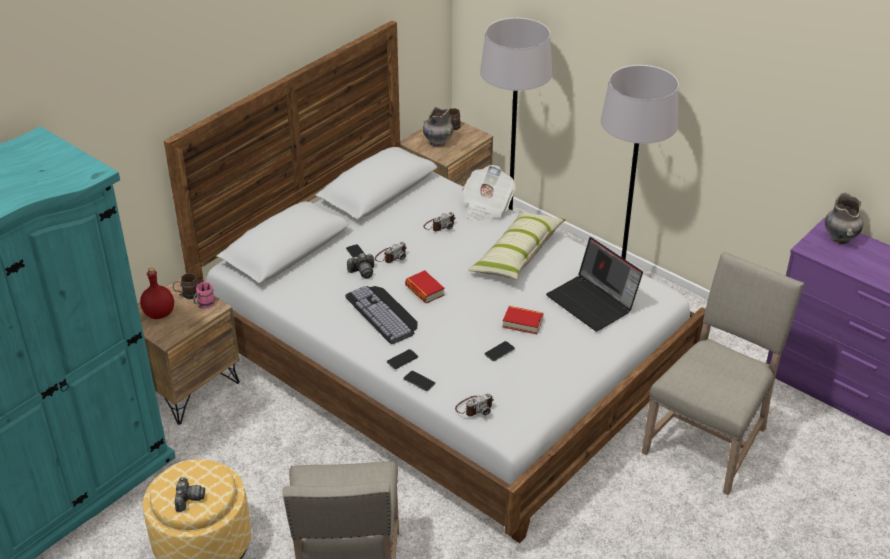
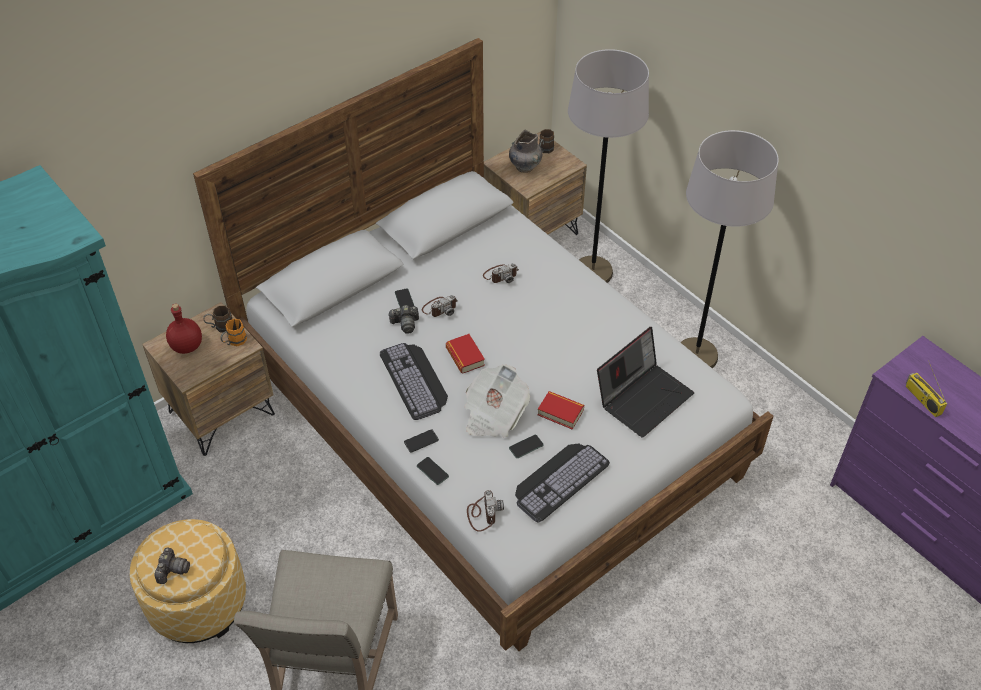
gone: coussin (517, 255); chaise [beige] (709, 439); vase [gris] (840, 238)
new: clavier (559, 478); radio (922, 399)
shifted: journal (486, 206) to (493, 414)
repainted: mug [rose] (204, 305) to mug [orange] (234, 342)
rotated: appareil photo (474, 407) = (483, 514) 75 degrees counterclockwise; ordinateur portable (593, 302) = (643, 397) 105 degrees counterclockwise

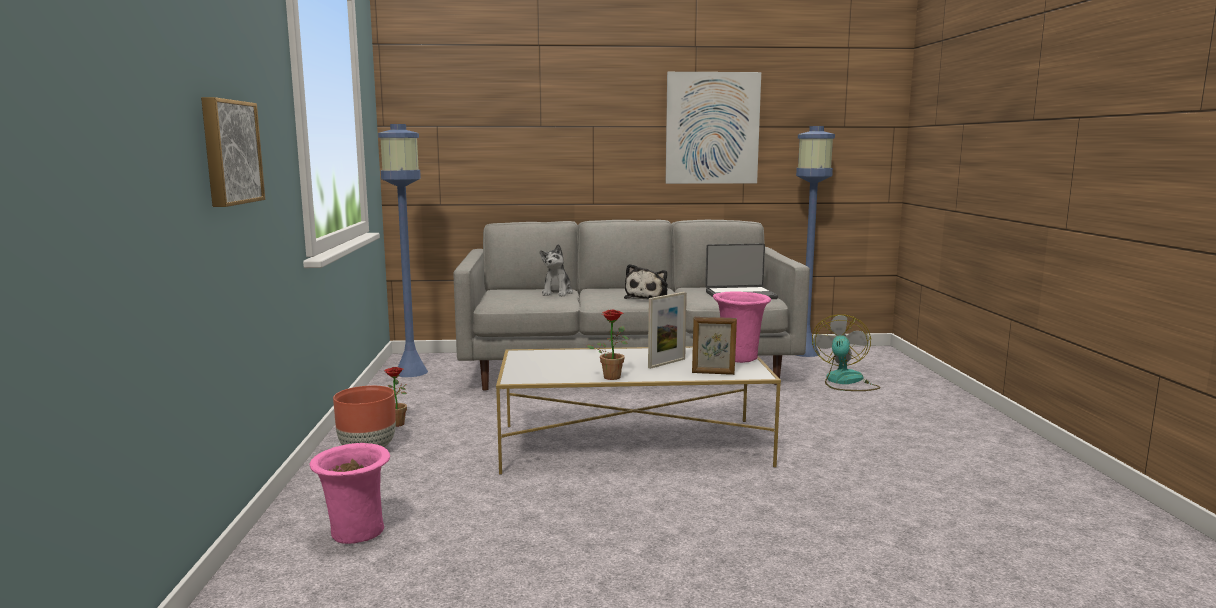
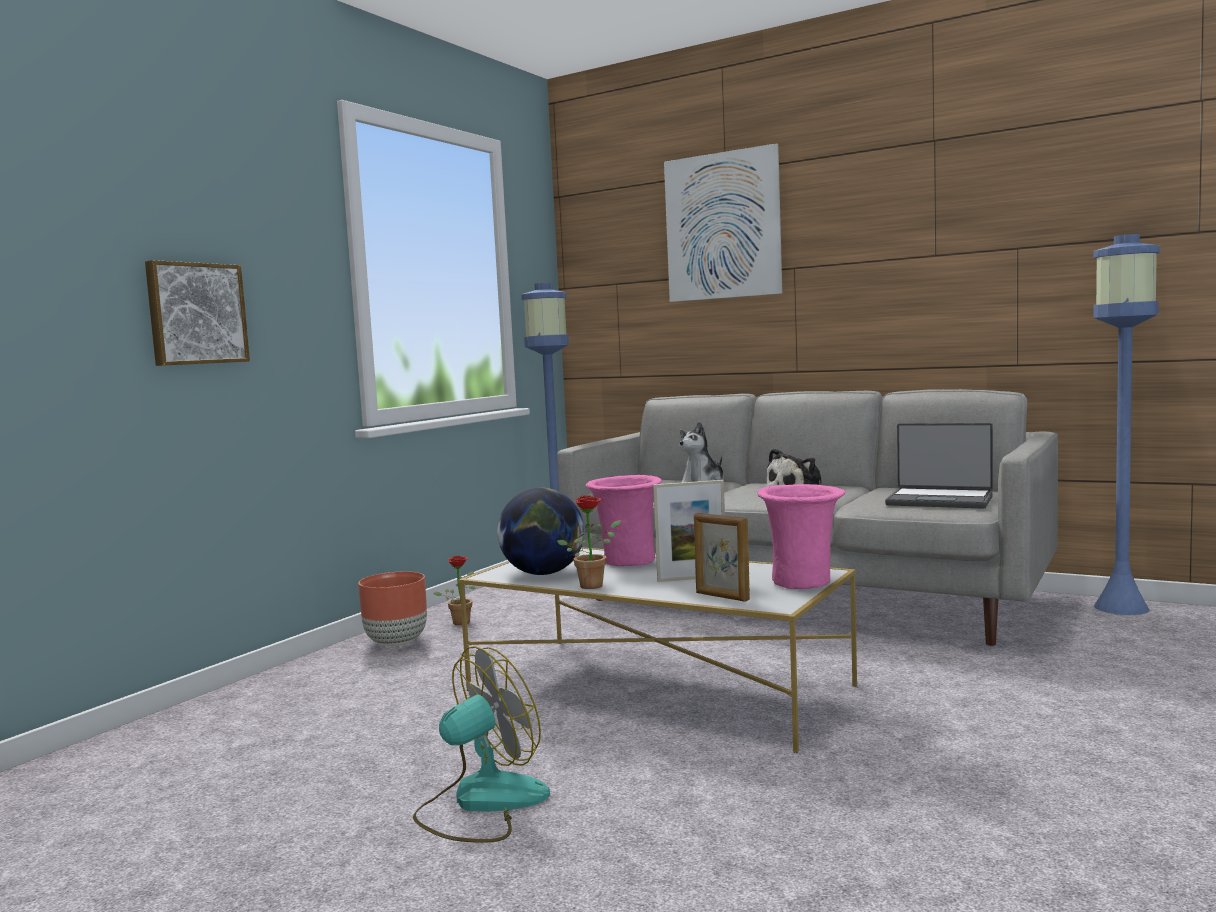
new: globe (543, 573)
shifted: vase [rose] (356, 534) to (627, 562); tableau (712, 128) to (722, 226); ventilateur (845, 382) to (481, 804)

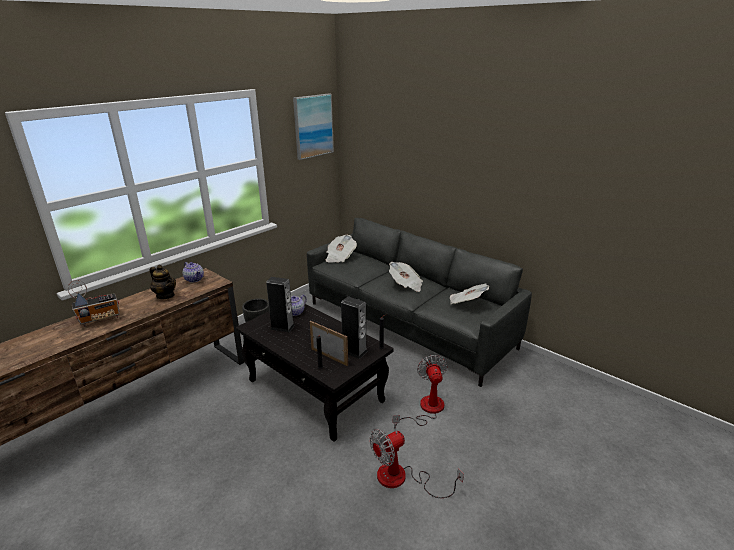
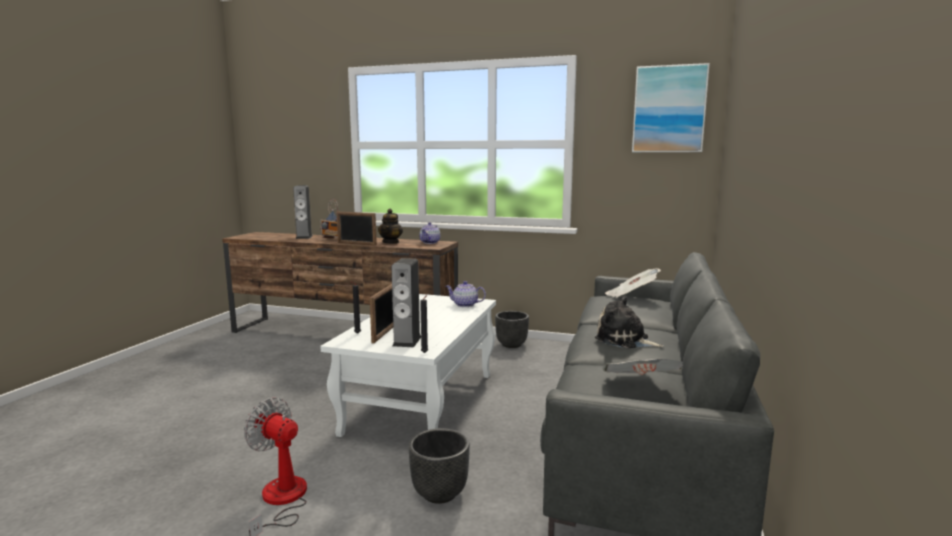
new: cadre photo (356, 244)
shifted: enceinte (282, 327) to (304, 237)
swapped: journal (406, 285) to peluche (624, 340); ventilateur (426, 409) to cache-pot [noir] (439, 493)
repainted: table basse [noir] (316, 391) to table basse [blanc] (421, 403)

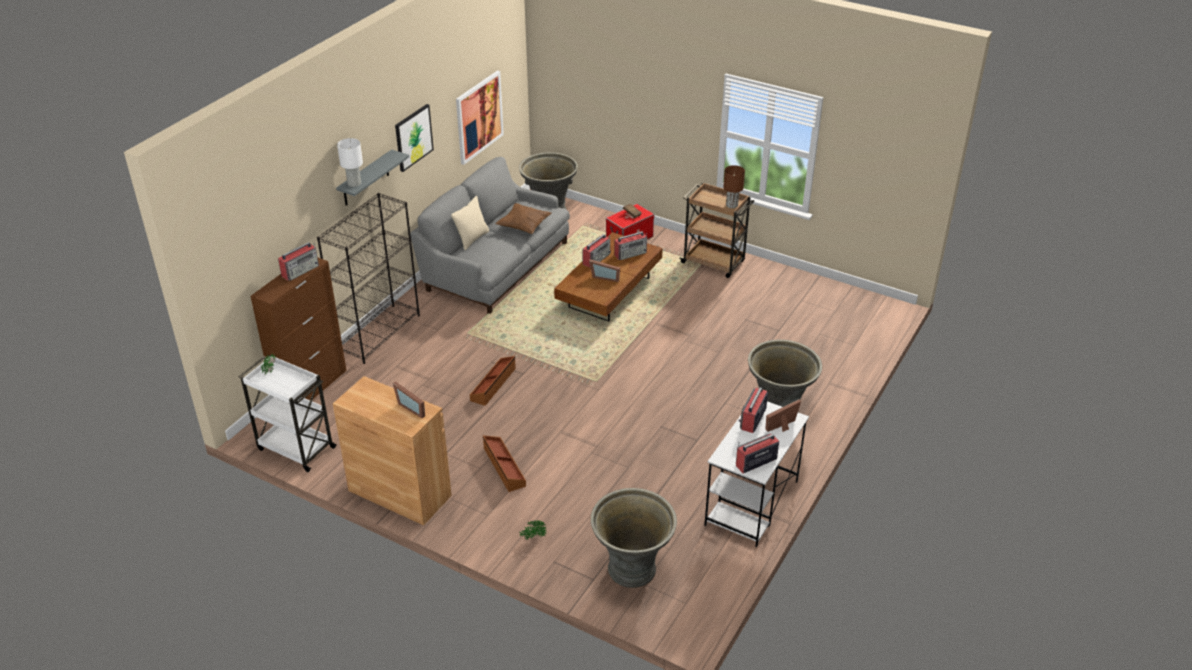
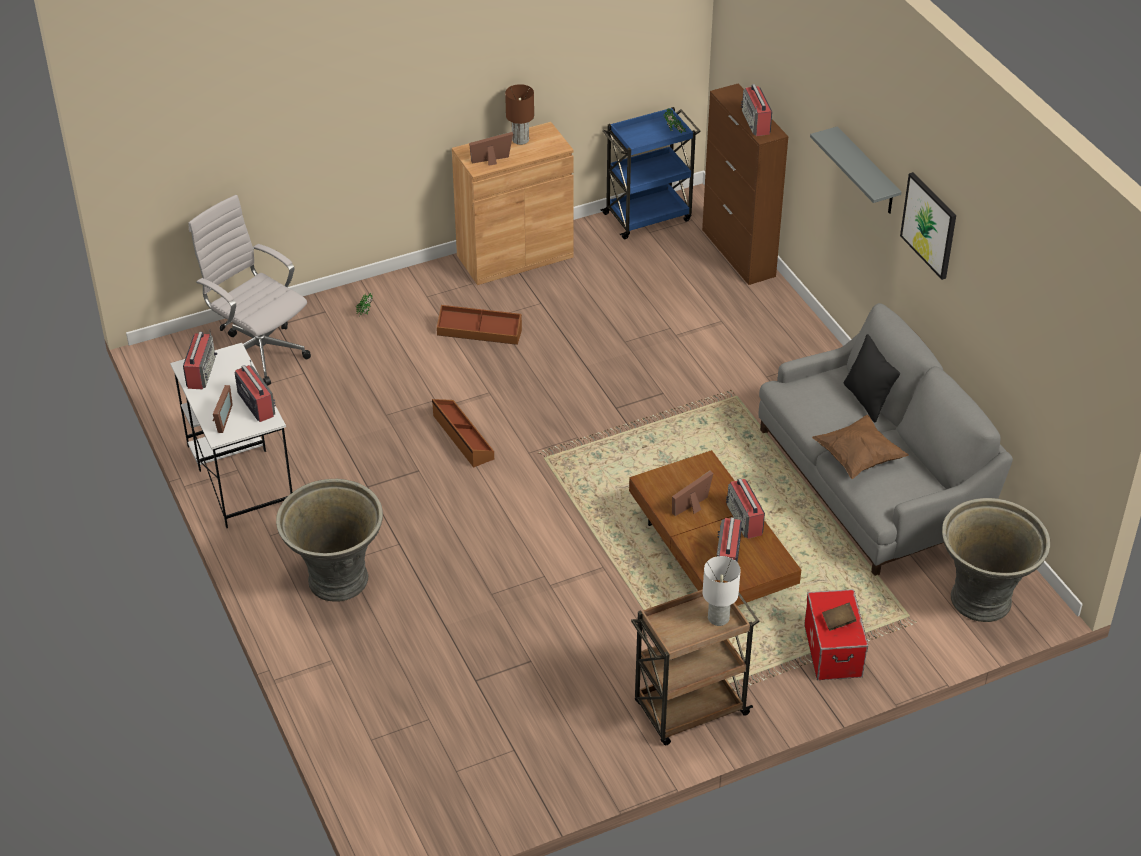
gone: bibliothèque [noir] (379, 333); tableau (479, 117)
shifted: lampe de table [blanc] (354, 183) to (718, 617); boîte de rangement [marron] (494, 384) to (462, 437); lampe de table [marron] (731, 205) to (520, 139)
swapped: cache-pot [gris] (632, 570) to chaise de bureau [blanc] (259, 352)
repainted: chariot [blanc] (295, 448) to chariot [bleu] (648, 216); coussin [beige] (472, 239) to coussin [noir] (867, 400)

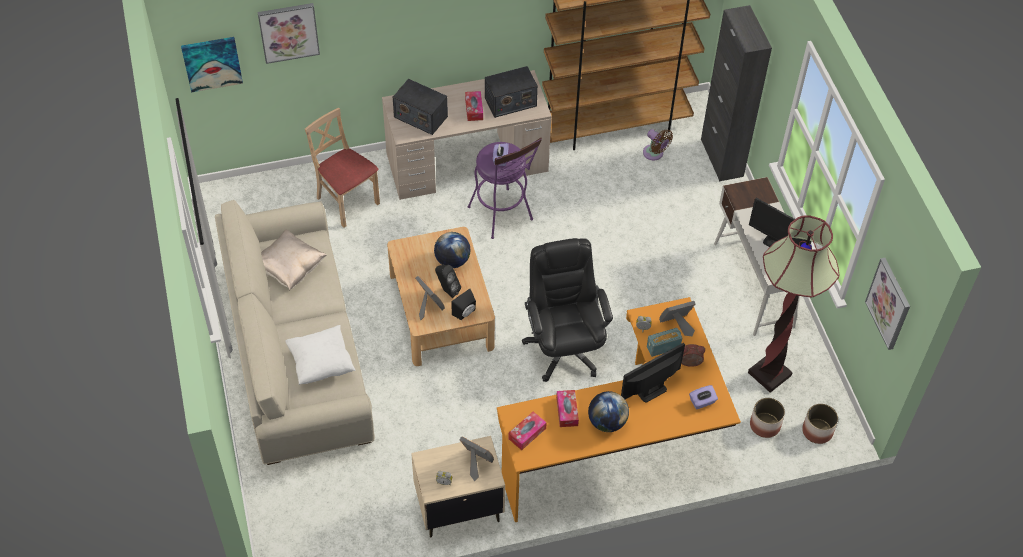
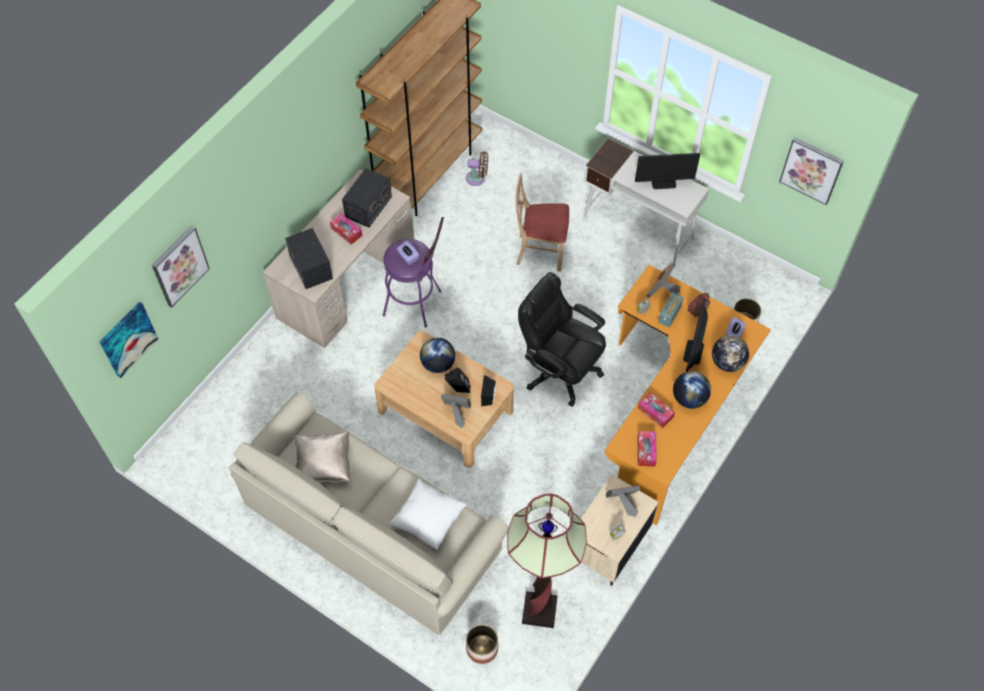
gone: meuble de rangement [noir] (722, 158)
new: globe (727, 362)
shifted: chaise [beige] (347, 201) to (540, 251); lampadaire (769, 374) to (539, 610); cache-pot (817, 431) to (481, 648)
rotated: radio (420, 116) = (310, 266) 75 degrees clockwise

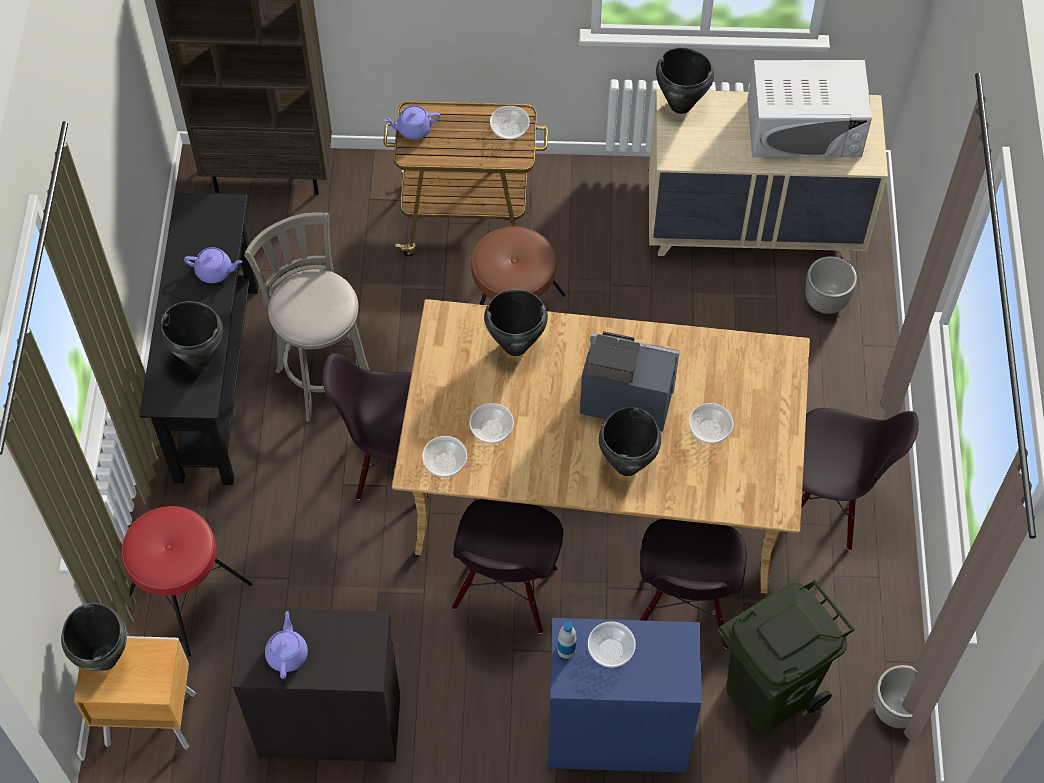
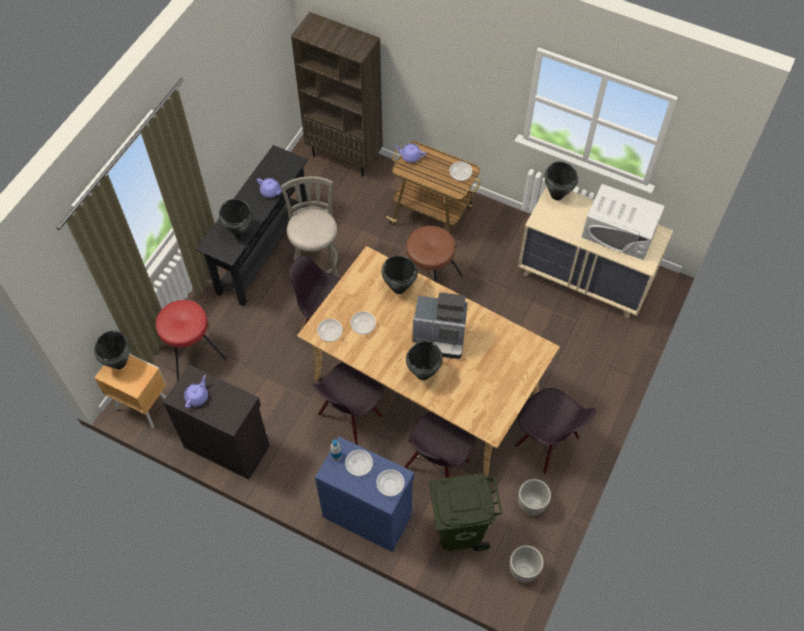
shifted: bol (709, 429) to (390, 485); cache-pot (826, 302) to (532, 504)
rotated: machine à café (623, 397) = (441, 337) 150 degrees clockwise

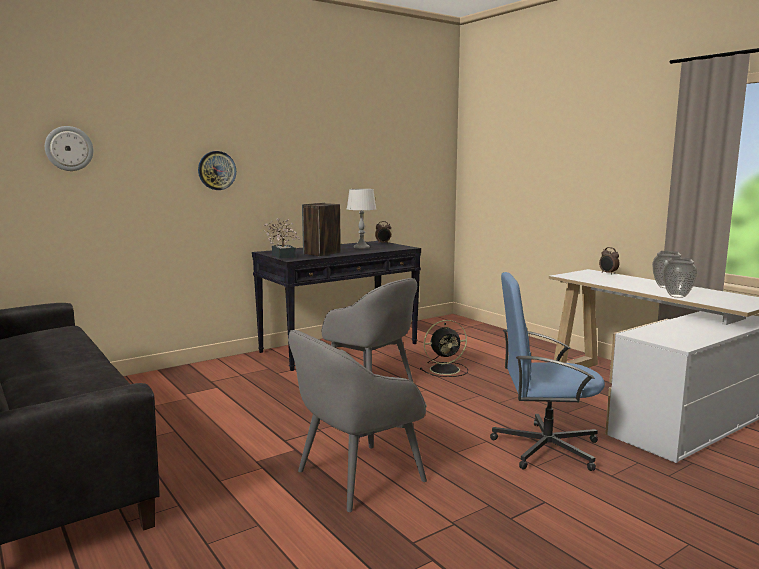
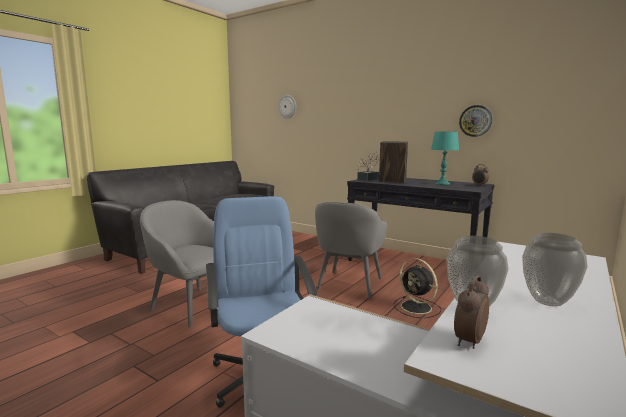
shifted: horloge murale (217, 170) to (475, 121); réveil (608, 273) to (468, 341)
repainted: lampe de table [gris] (361, 247) to lampe de table [turquoise] (442, 184)

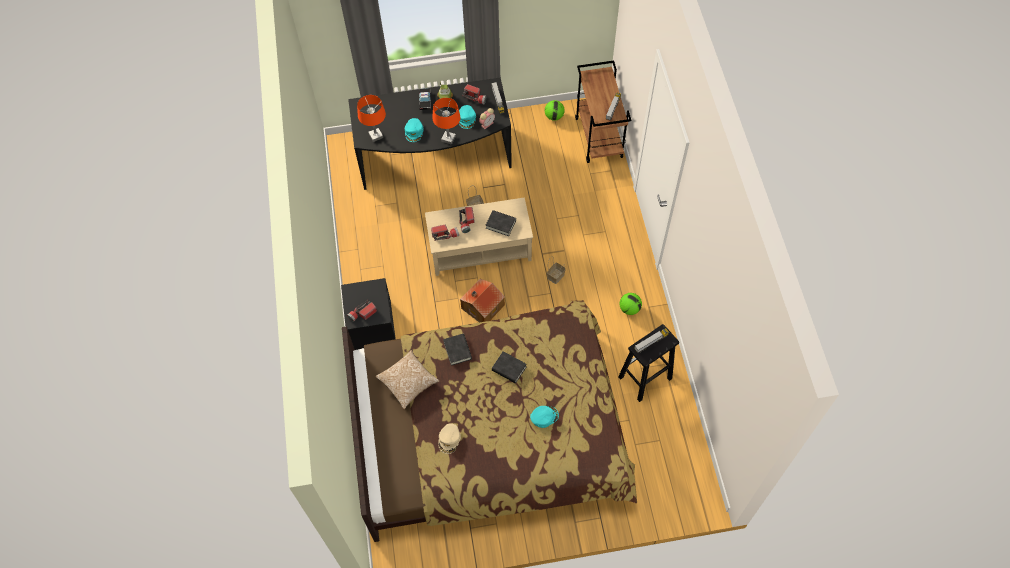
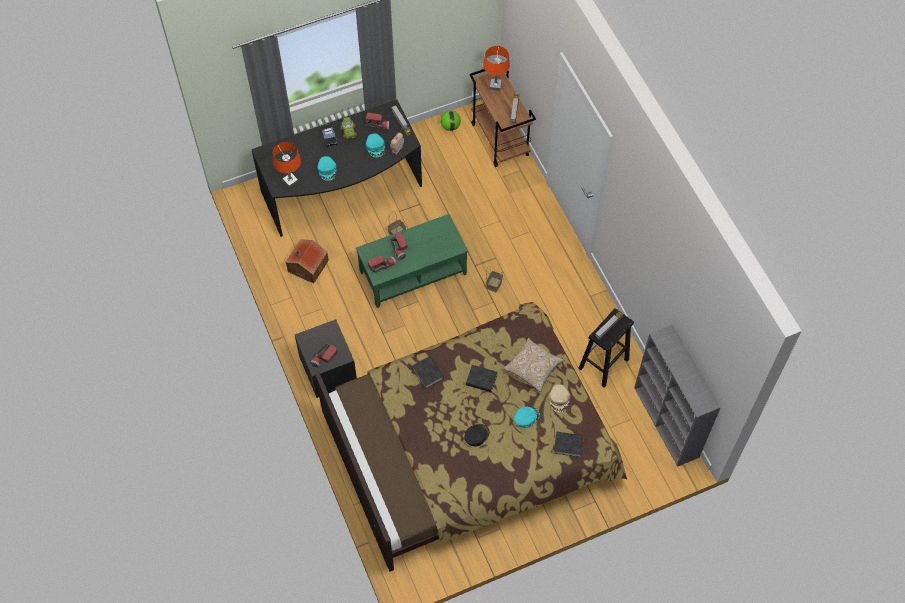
gone: ballon de foot (629, 309)
new: casquette [noir] (476, 435); bibliothèque [gris] (667, 423)
shifted: coussin (408, 382) to (533, 368); lampe de table [orange] (448, 139) to (495, 85); casquette [beige] (449, 439) to (559, 399); maison miniature (482, 307) to (307, 266); livre [noir] (500, 224) to (568, 445)
repainted: table basse [beige] (480, 247) to table basse [vert] (413, 271)

